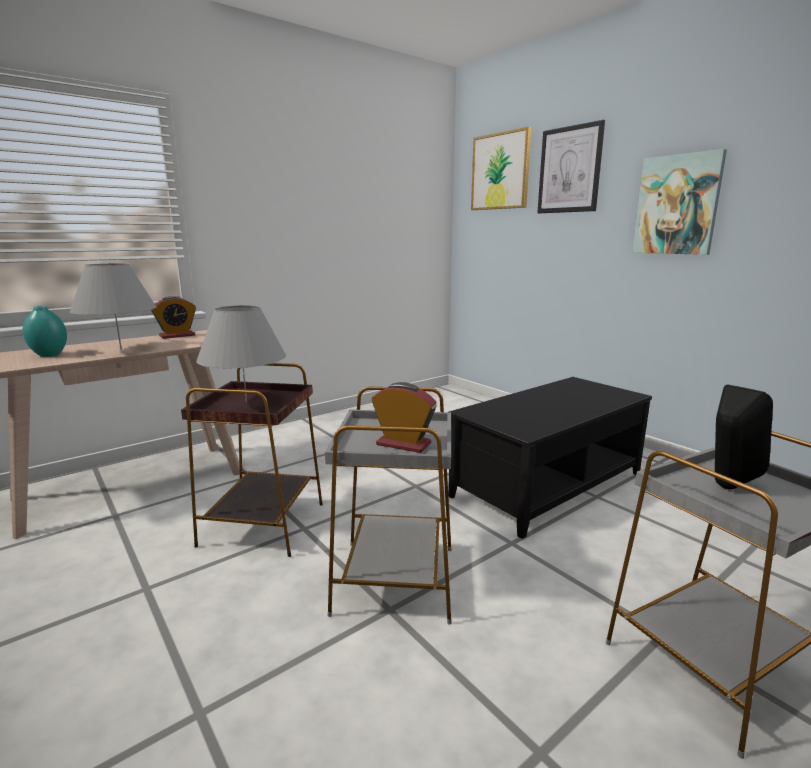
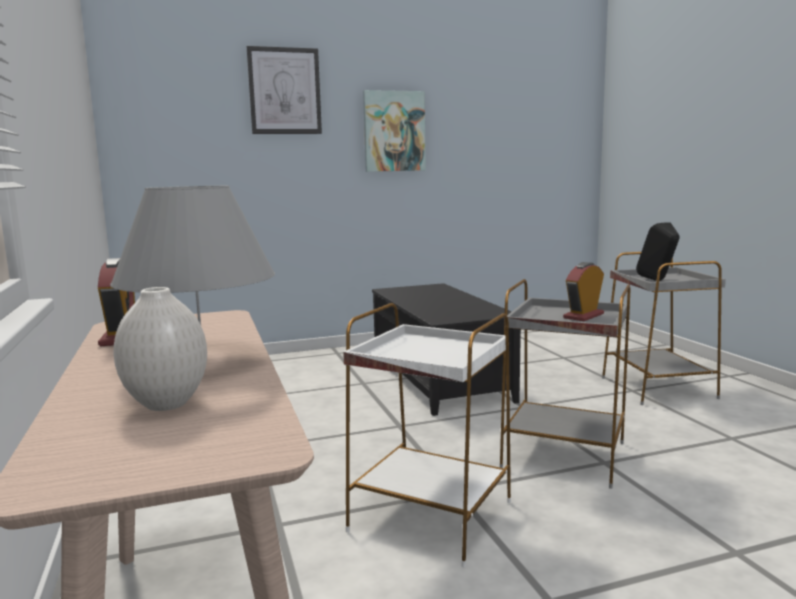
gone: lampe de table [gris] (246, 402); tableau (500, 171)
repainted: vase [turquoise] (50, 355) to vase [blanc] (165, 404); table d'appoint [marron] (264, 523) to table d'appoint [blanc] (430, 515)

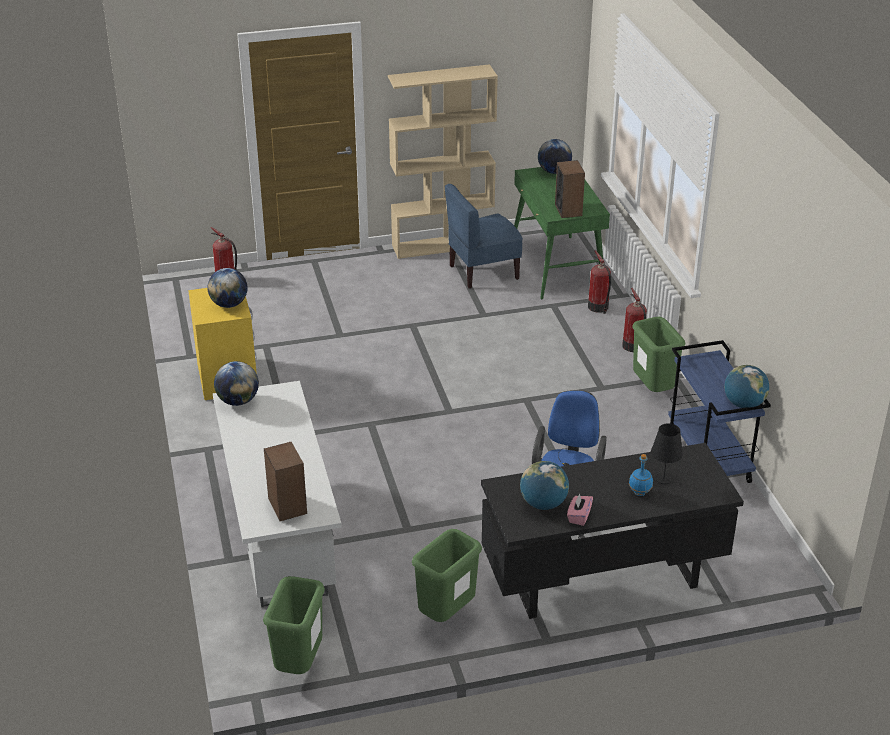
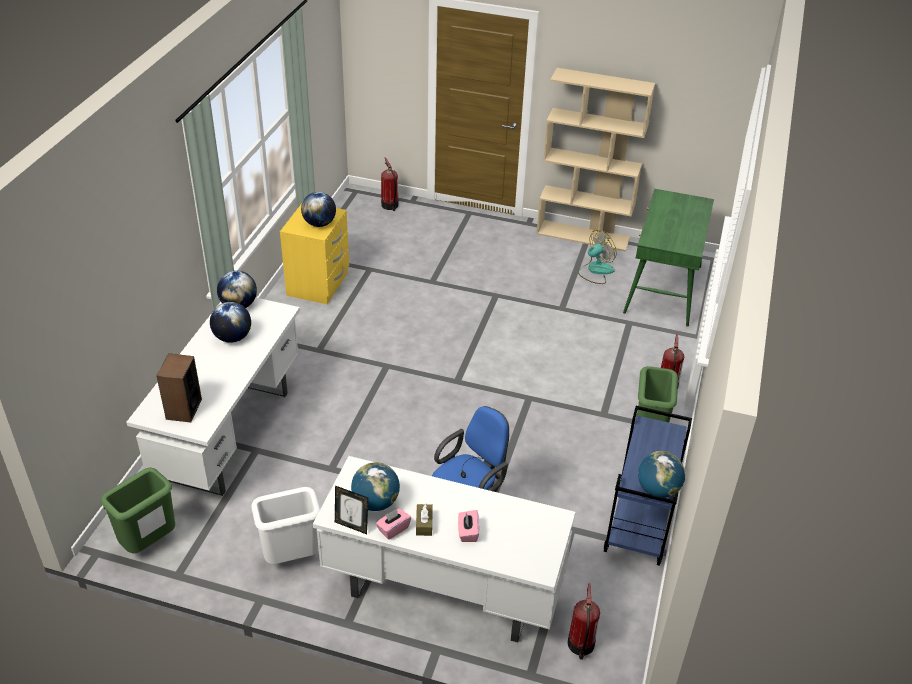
gone: enceinte (568, 210); lampe de table [noir] (663, 479)
new: cadre photo (352, 526); boîte à mouchoirs [marron] (424, 524)
shifted: globe (554, 171) to (232, 337); extincteur (598, 307) to (581, 645)
swapped: chaise [bleu] (483, 272) to ventilateur (595, 271); bouteille [bleu] (640, 493) to boîte à mouchoirs [rose] (468, 532)
repainted: poubelle [vert] (446, 614) to poubelle [blanc] (292, 557); bureau [noir] (602, 581) to bureau [blanc] (442, 593)

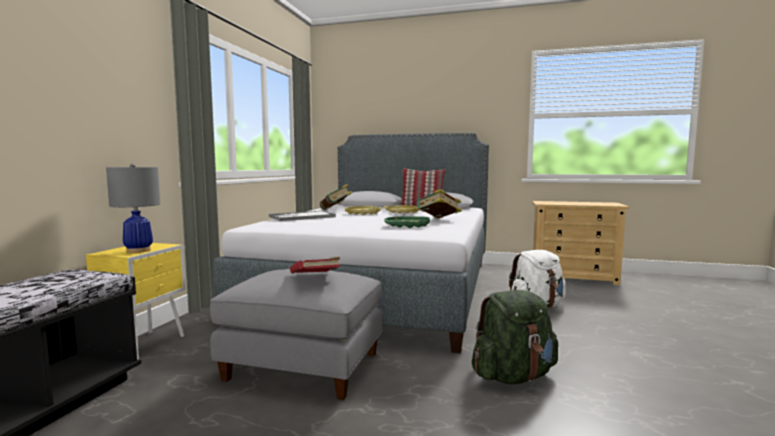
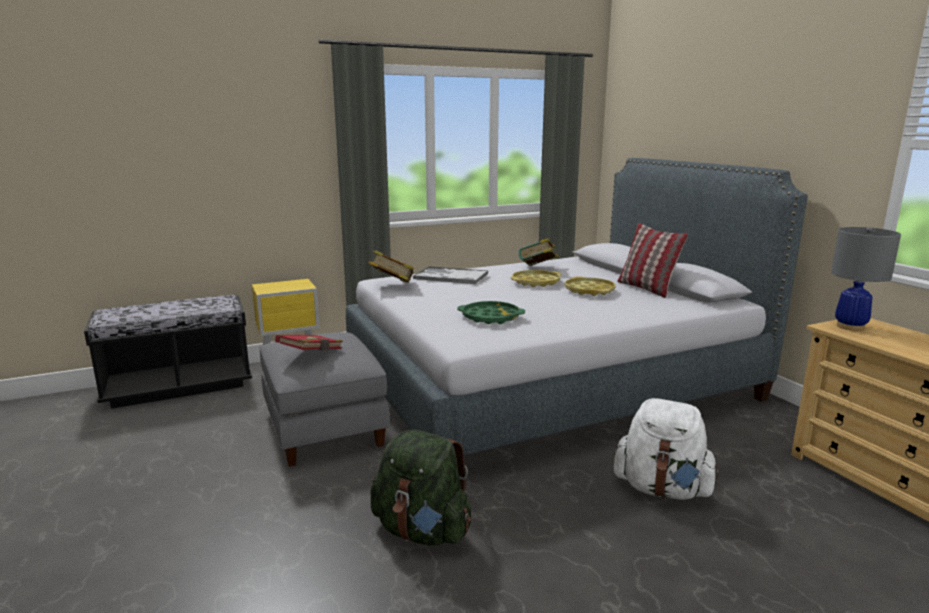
shifted: lampe de table [gris] (139, 250) to (850, 326); livre (439, 220) to (392, 285)

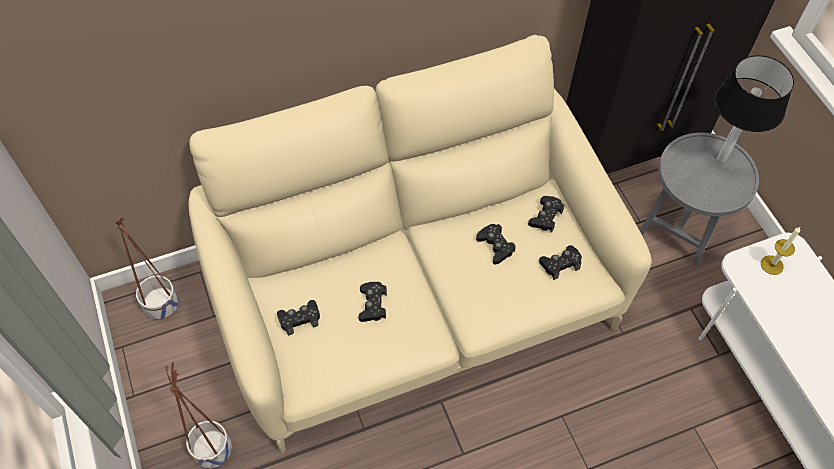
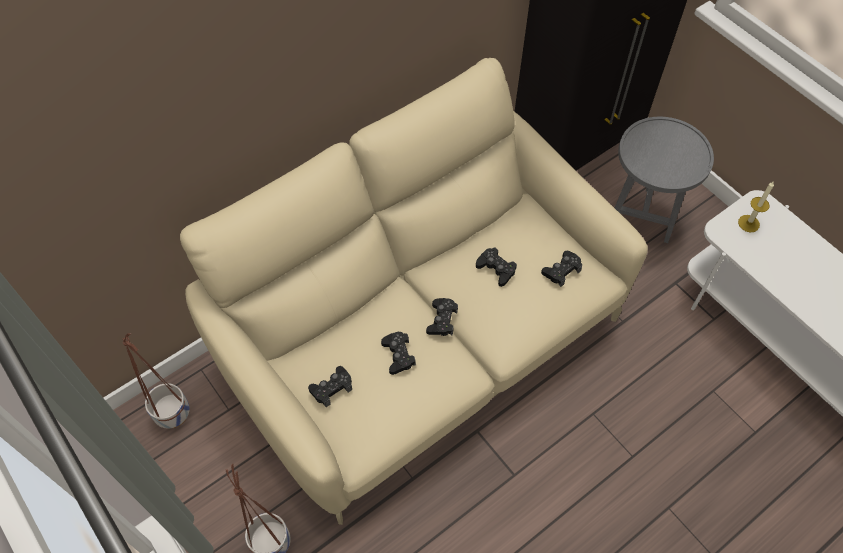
gone: lampe de table (721, 158)
shifted: manette [noir] (545, 217) to (442, 320)

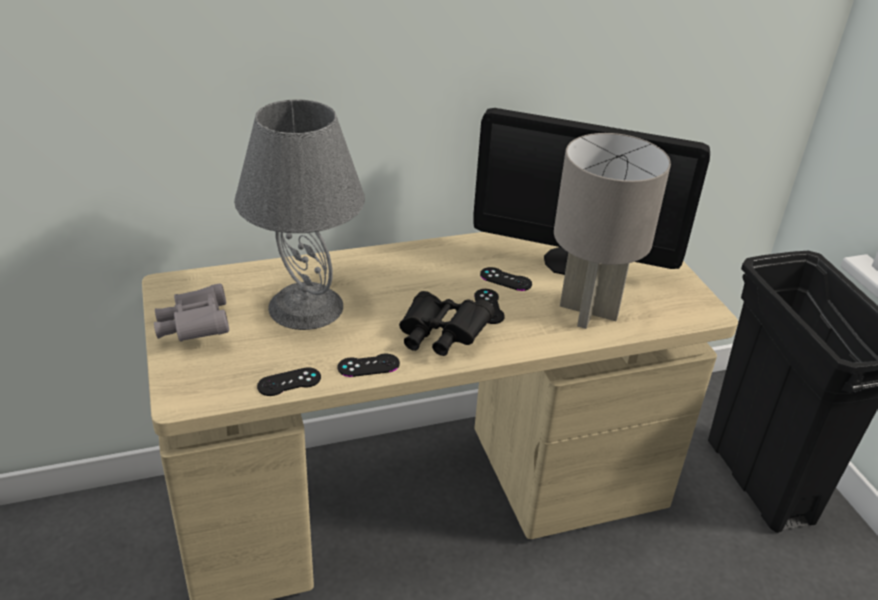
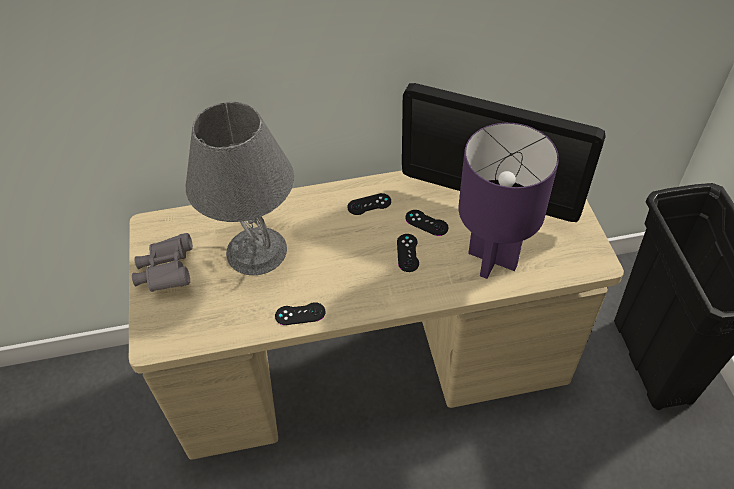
gone: jumelles [noir] (440, 337)
shifted: manette [noir] (289, 382) to (369, 204)
repainted: lampe de table [gris] (589, 312) to lampe de table [violet] (493, 260)

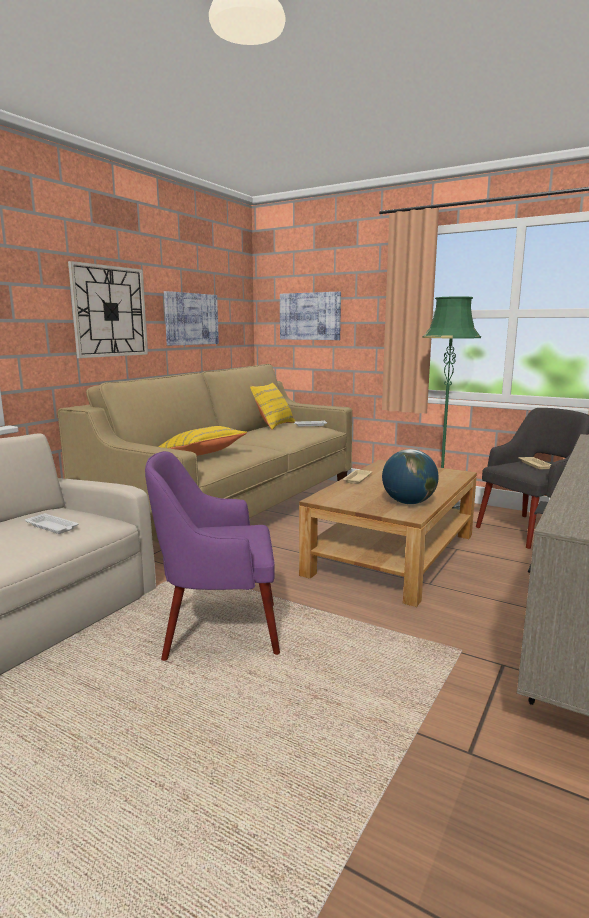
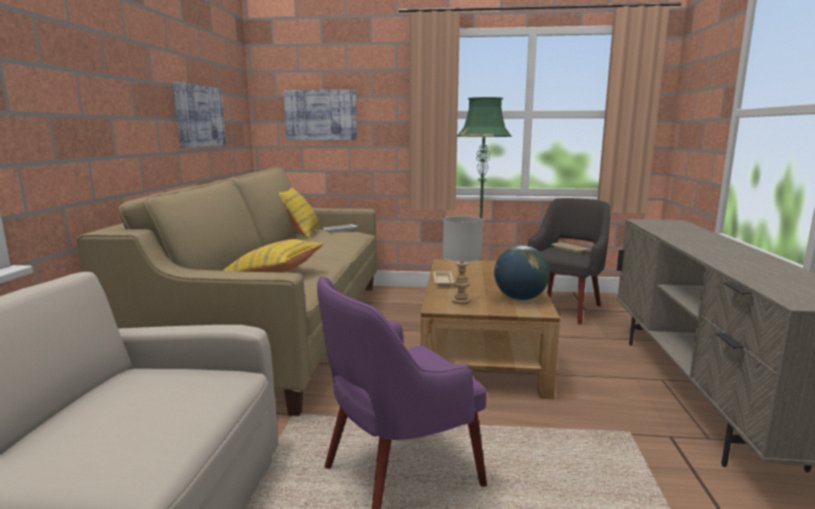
gone: plateau [blanc] (53, 527); horloge murale (109, 311)
new: lampe de table [gris] (461, 301)

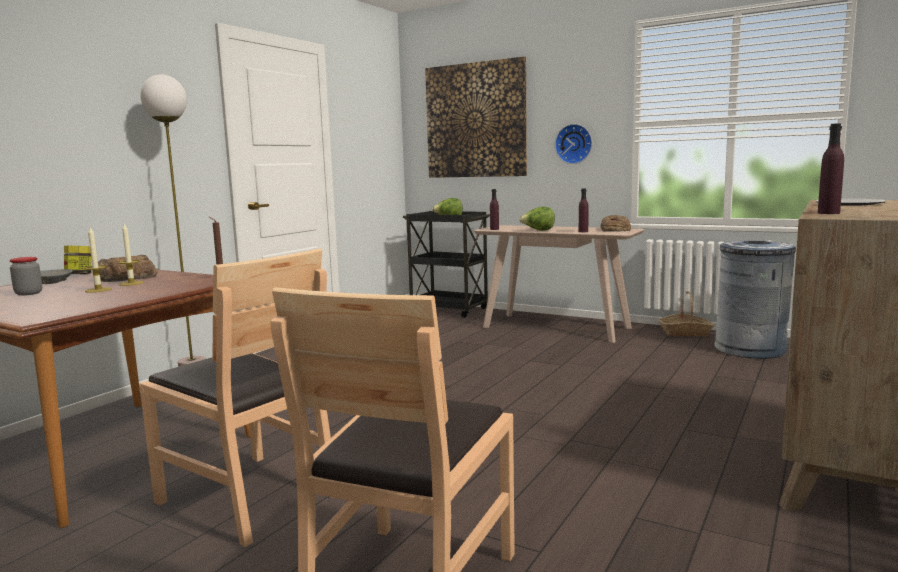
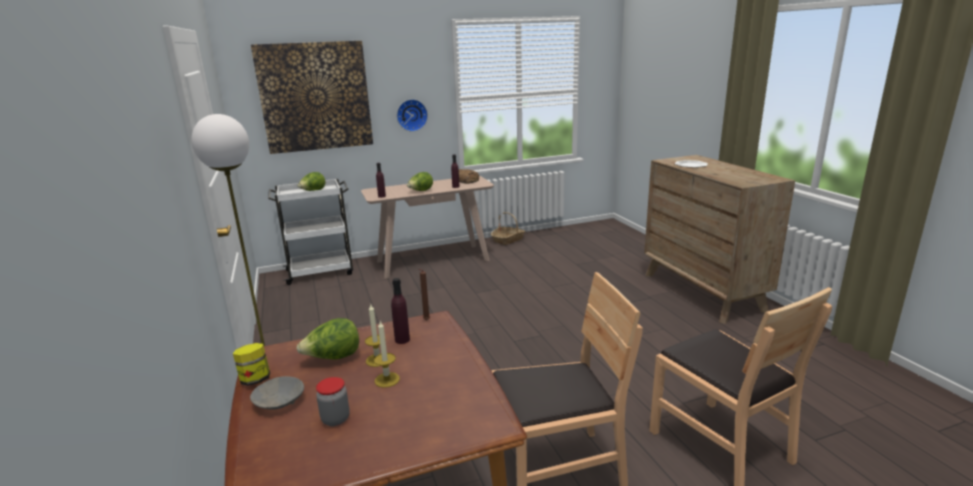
gone: poubelle [gris] (750, 349)
shifted: bouteille [violet] (828, 213) to (402, 340)
swapped: pain (126, 277) to laitue (333, 358)
repainted: chariot [noir] (449, 310) to chariot [blanc] (321, 272)

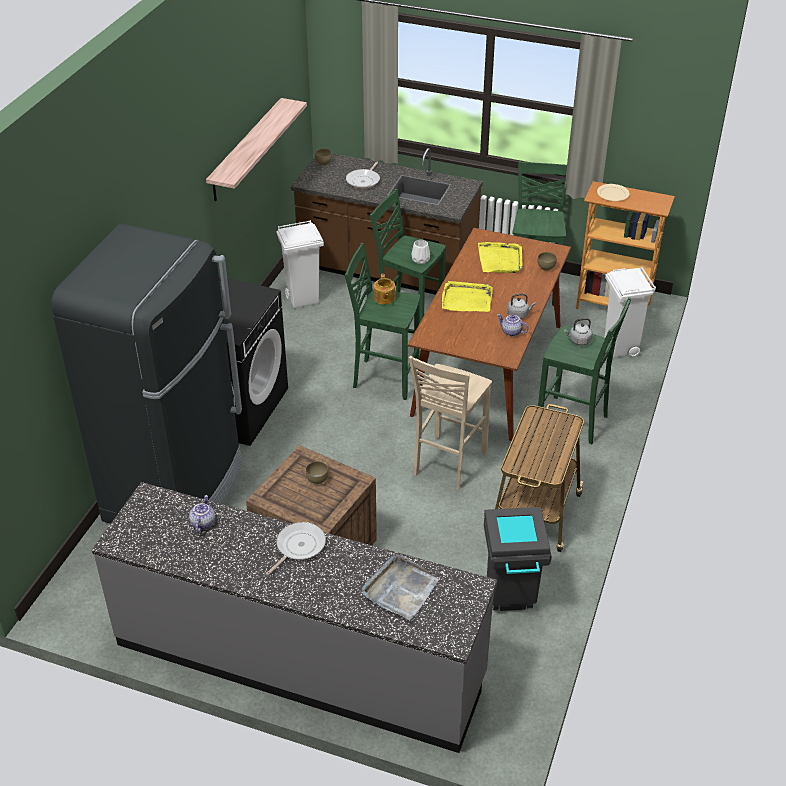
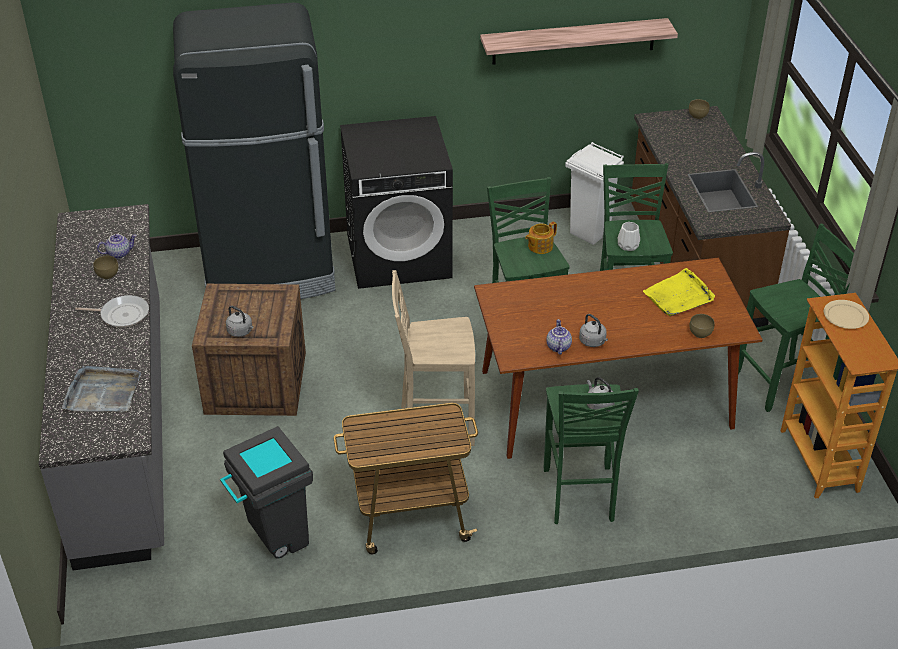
gone: poêle (364, 180); plateau [jaune] (466, 299); poubelle [blanc] (620, 348)
new: bouilloire [gris] (241, 332)
shifted: bol [marron] (318, 480) to (107, 275)

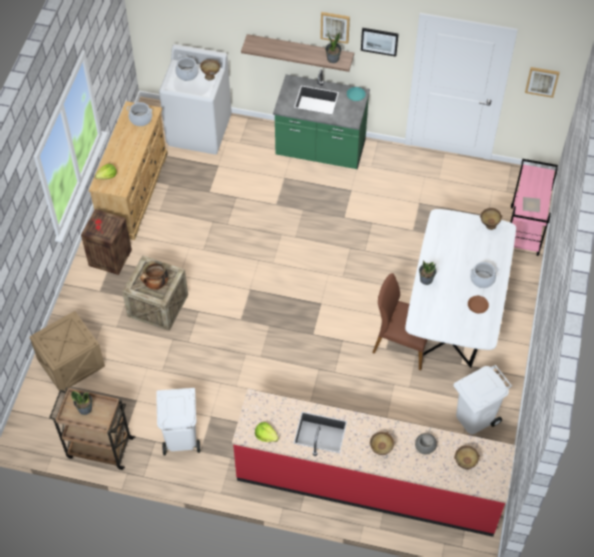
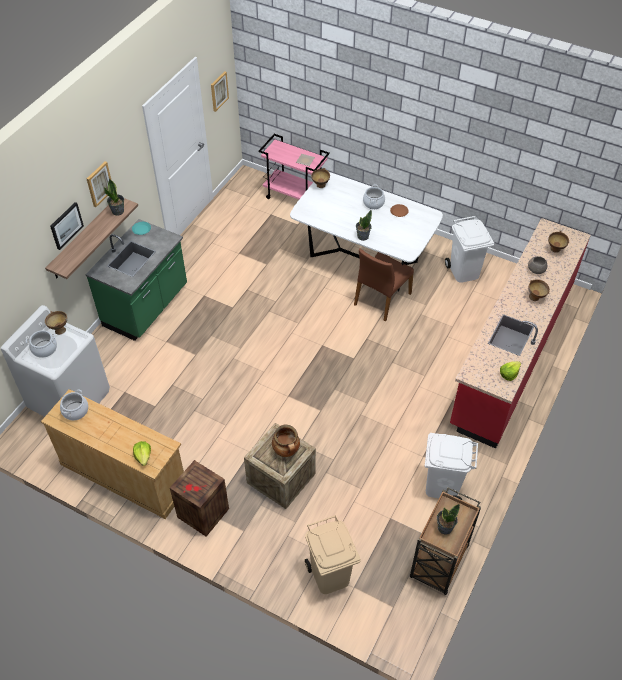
shifted: tableau (379, 41) to (66, 225)
swapped: caisse (70, 364) to poubelle [beige] (329, 575)

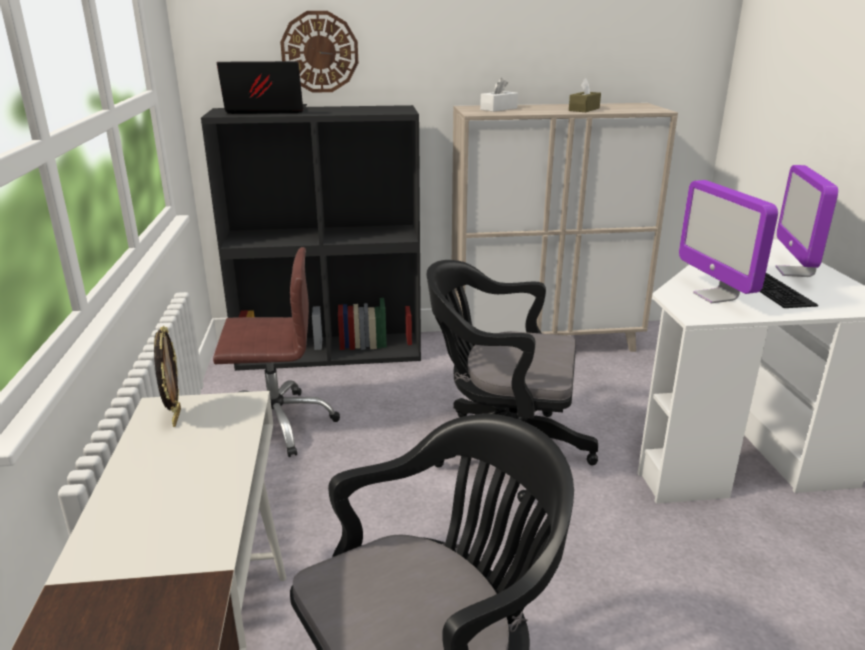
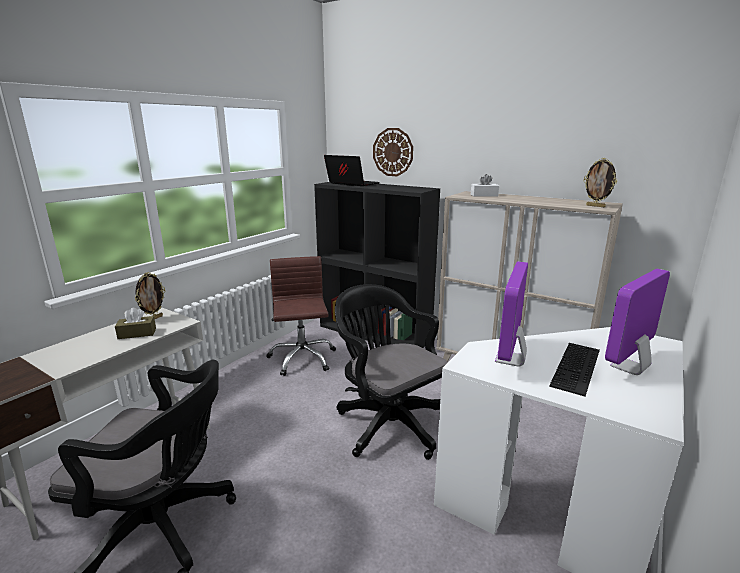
new: cadre photo (595, 206)
shifted: boîte à mouchoirs [marron] (584, 109) to (137, 333)
rotated: chaise de bureau [marron] (277, 424) = (302, 358) 135 degrees counterclockwise

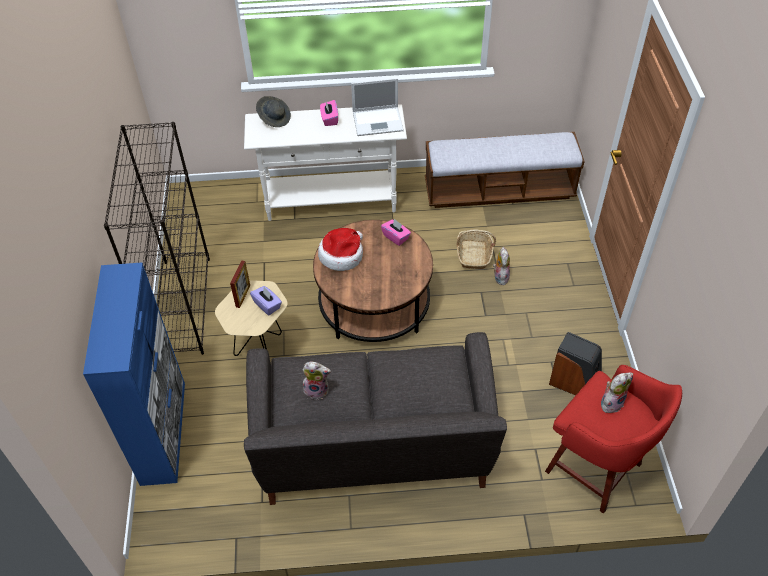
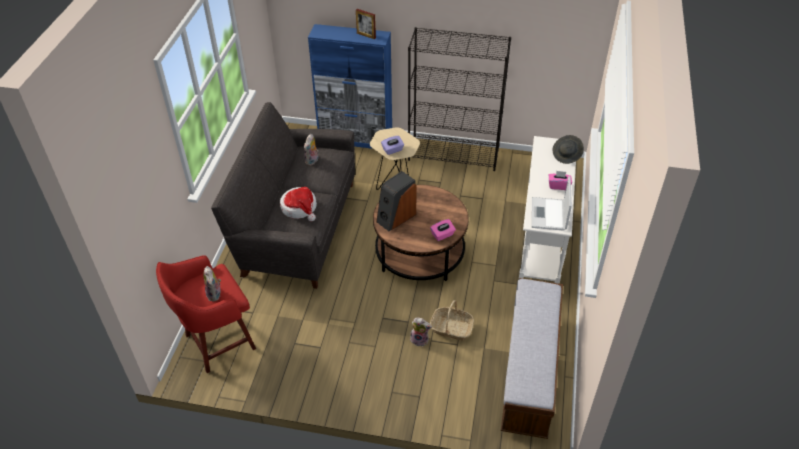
shifted: cadre photo (243, 296) to (366, 35); chapeau (342, 255) to (299, 208); enceinte (575, 383) to (396, 217)

